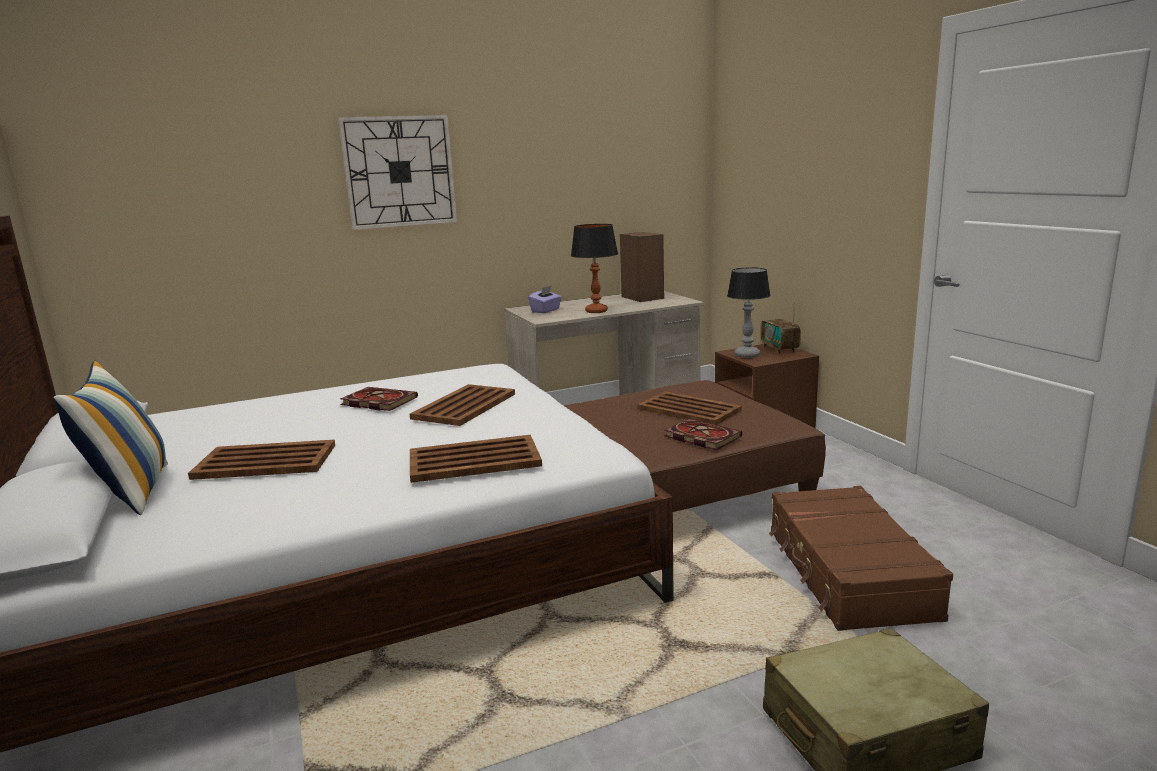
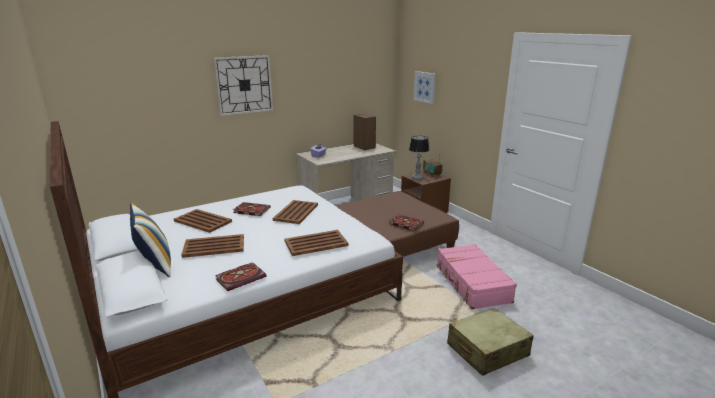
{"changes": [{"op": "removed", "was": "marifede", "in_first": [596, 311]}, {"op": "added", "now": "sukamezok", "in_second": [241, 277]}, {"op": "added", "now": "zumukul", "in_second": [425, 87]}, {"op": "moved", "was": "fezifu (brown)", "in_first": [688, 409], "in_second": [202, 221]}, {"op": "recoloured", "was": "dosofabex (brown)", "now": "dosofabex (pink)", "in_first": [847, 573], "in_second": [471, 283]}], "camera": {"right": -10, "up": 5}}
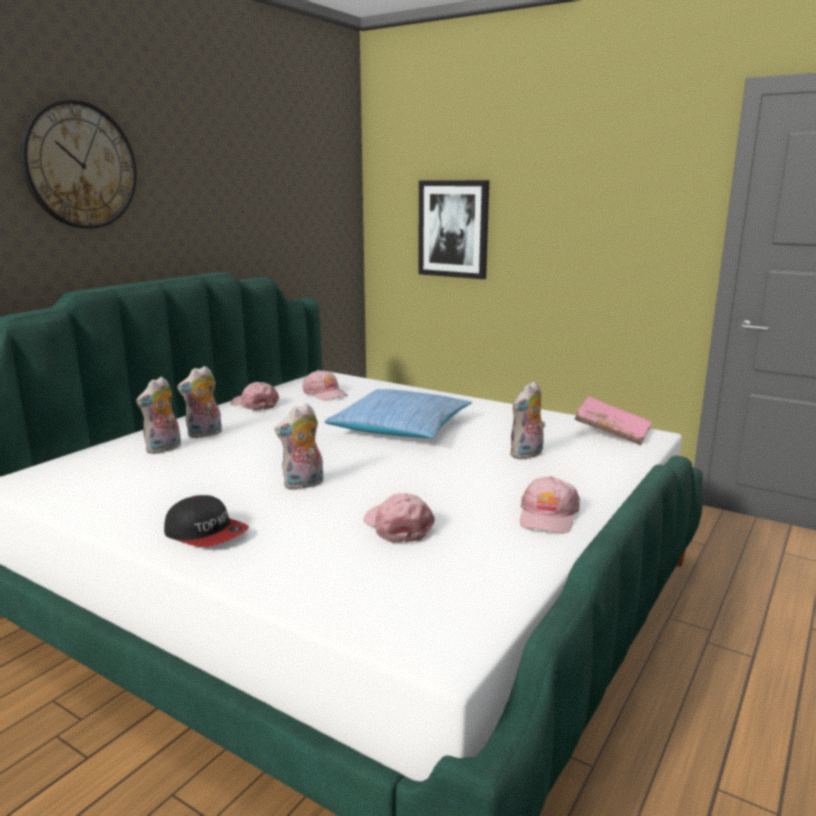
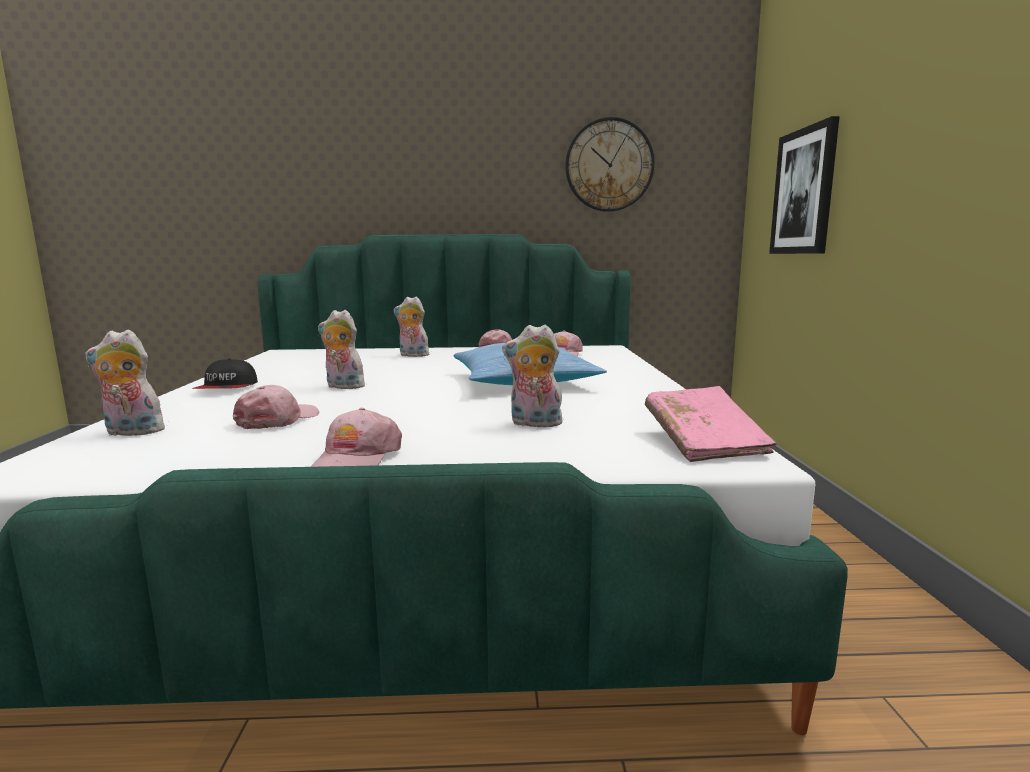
{"changes": [{"op": "moved", "was": "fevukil", "in_first": [80, 166], "in_second": [609, 165]}, {"op": "moved", "was": "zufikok", "in_first": [164, 449], "in_second": [131, 432]}, {"op": "turned", "was": "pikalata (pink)", "in_first": [548, 516], "in_second": [356, 458], "clockwise": -60}], "camera": {"right": 55, "up": -5}}
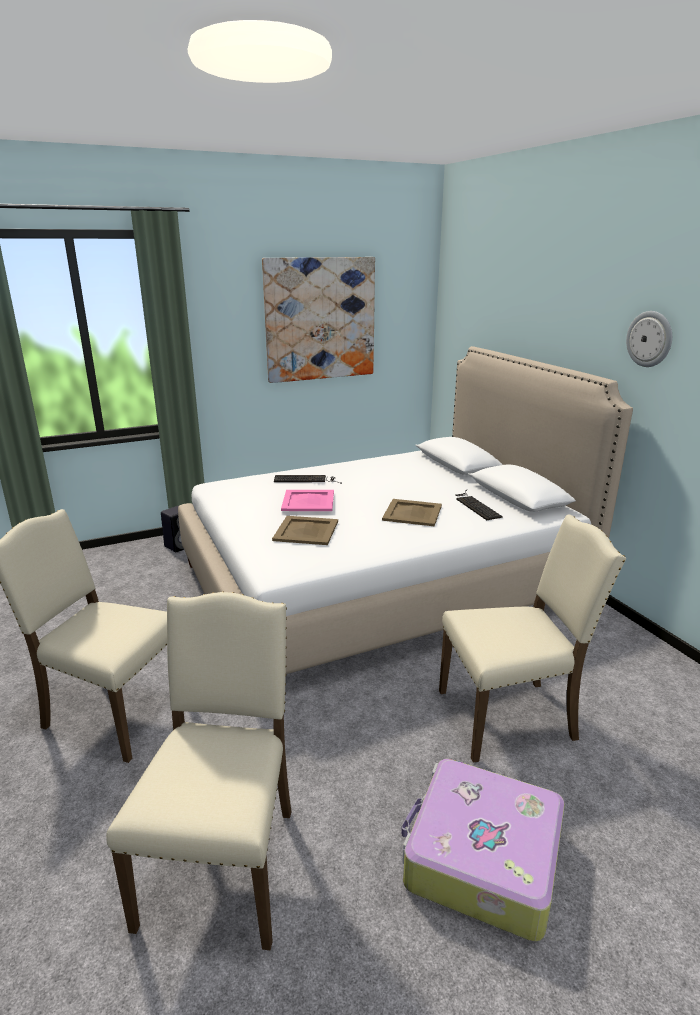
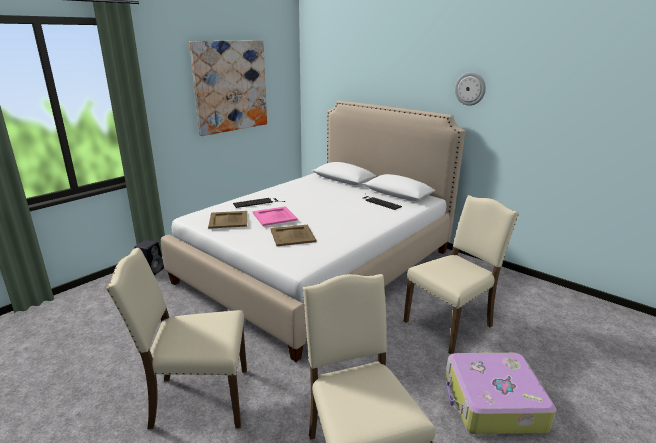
{"changes": [{"op": "moved", "was": "fezifu (beige)", "in_first": [412, 512], "in_second": [228, 220]}], "camera": {"right": -25, "up": 0}}
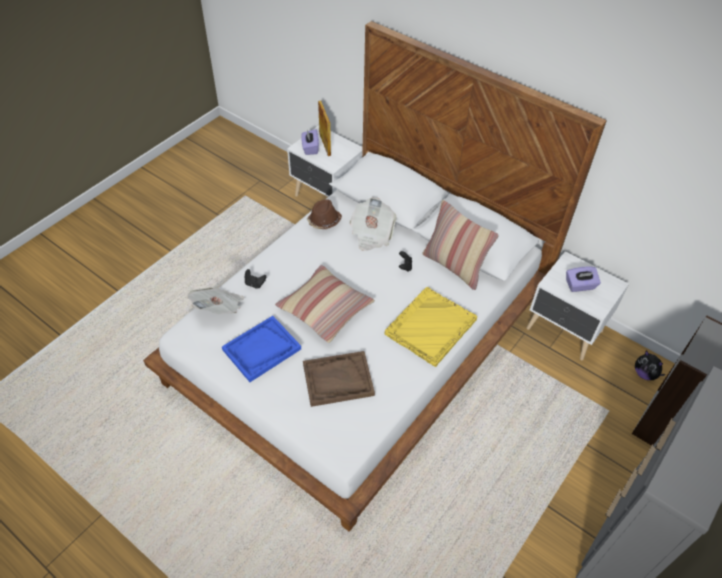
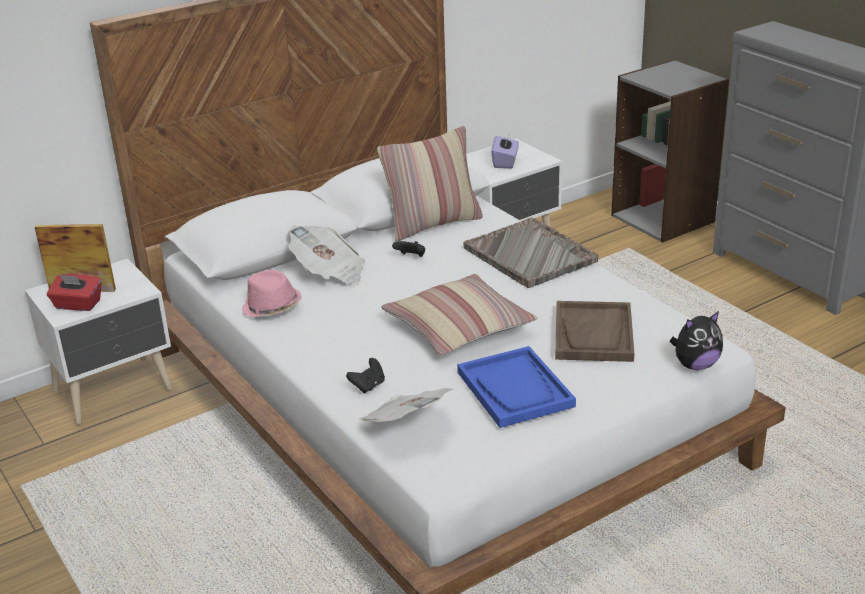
{"changes": [{"op": "moved", "was": "zufikok", "in_first": [644, 374], "in_second": [695, 365]}, {"op": "recoloured", "was": "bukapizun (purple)", "now": "bukapizun (red)", "in_first": [310, 148], "in_second": [77, 305]}, {"op": "recoloured", "was": "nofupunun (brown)", "now": "nofupunun (pink)", "in_first": [324, 221], "in_second": [272, 308]}, {"op": "recoloured", "was": "fezifu (yellow)", "now": "fezifu (grey)", "in_first": [430, 327], "in_second": [530, 255]}], "camera": {"right": -70, "up": -20}}
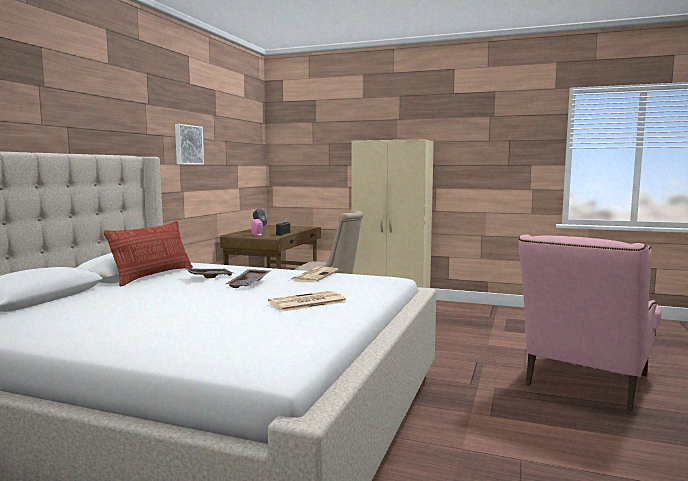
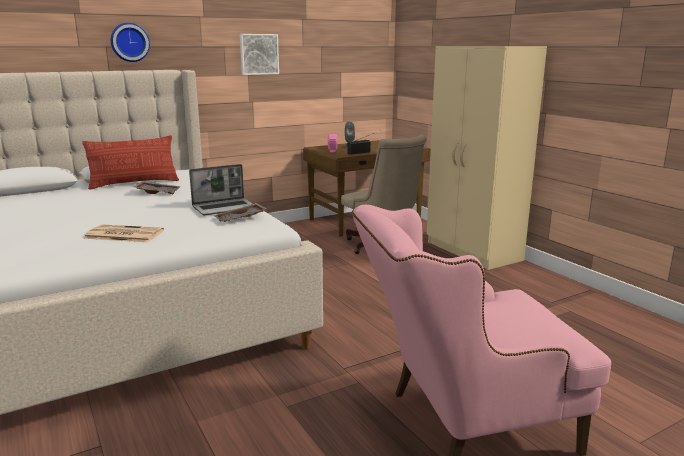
{"changes": [{"op": "added", "now": "fevukil", "in_second": [129, 42]}, {"op": "moved", "was": "fezifu (grey)", "in_first": [249, 284], "in_second": [241, 219]}, {"op": "replaced", "was": "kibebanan", "now": "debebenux", "in_first": [314, 275], "in_second": [225, 208]}], "camera": {"right": 40, "up": 10}}
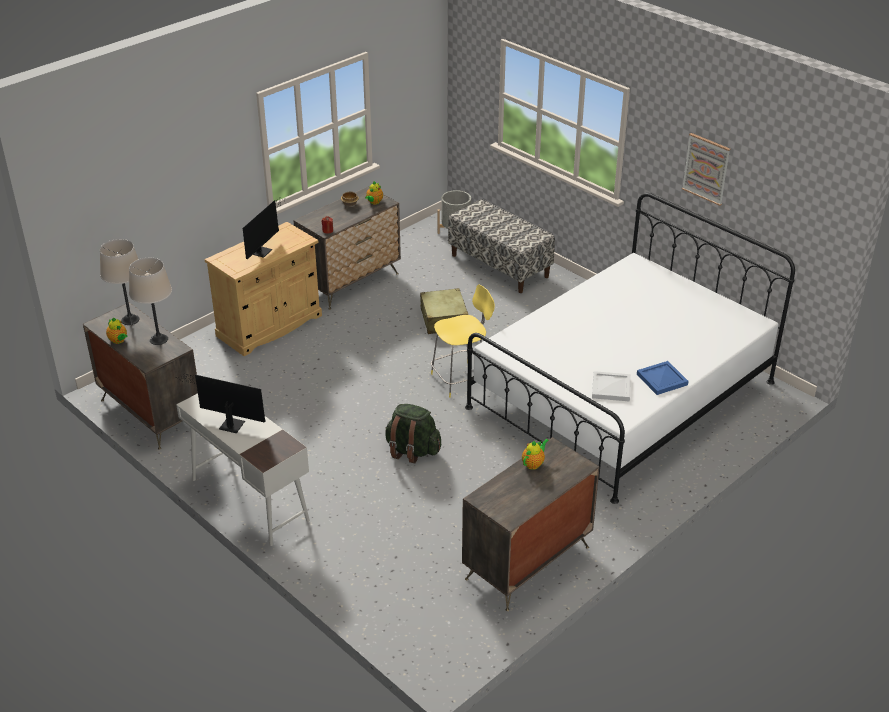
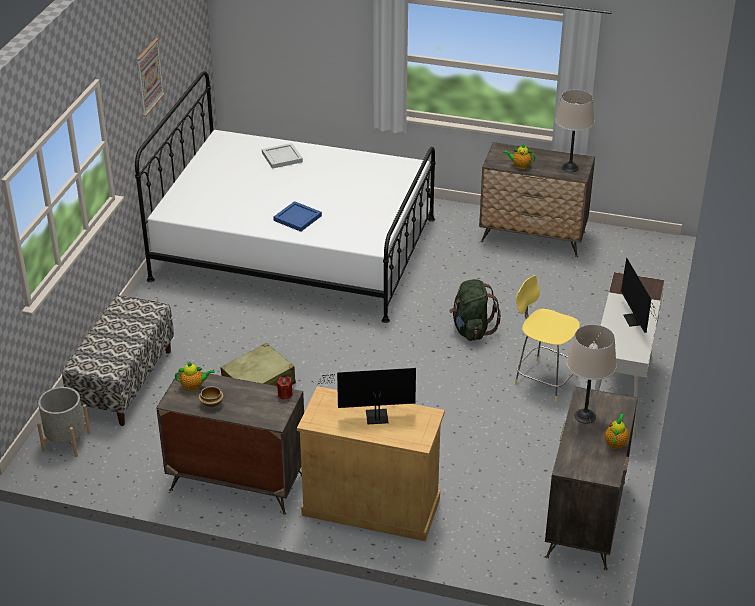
{"changes": [{"op": "moved", "was": "marifede (beige)", "in_first": [130, 320], "in_second": [570, 167]}, {"op": "moved", "was": "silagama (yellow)", "in_first": [461, 379], "in_second": [544, 379]}, {"op": "moved", "was": "fezifu (white)", "in_first": [610, 388], "in_second": [282, 157]}, {"op": "moved", "was": "fezifu (blue)", "in_first": [661, 379], "in_second": [297, 218]}], "camera": {"right": -120, "up": 0}}
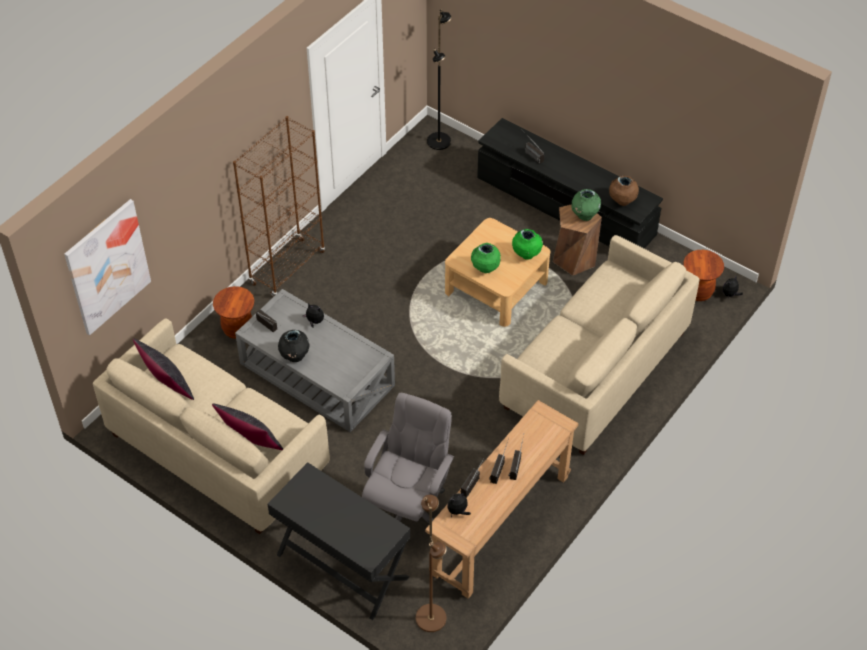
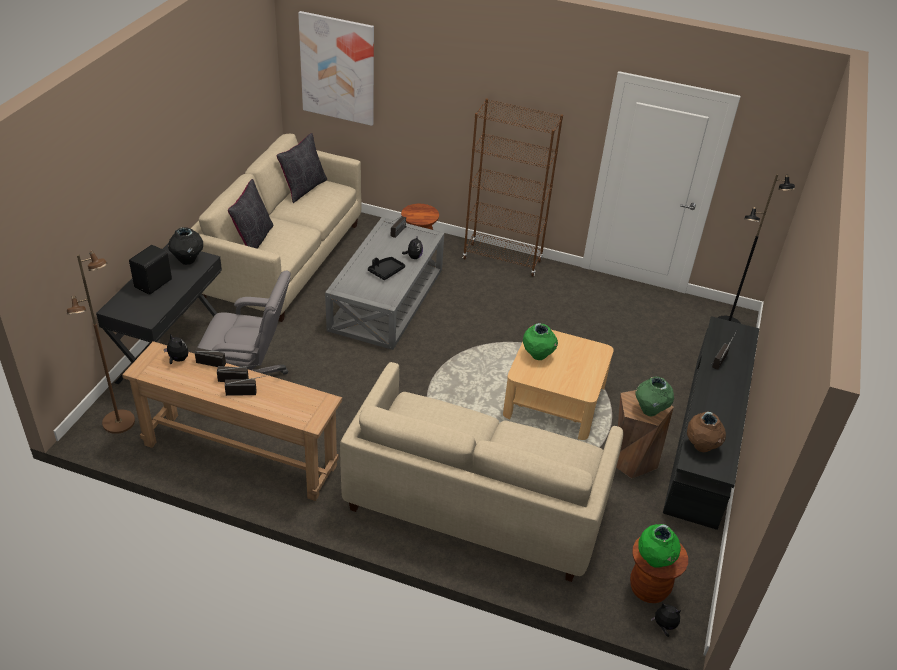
{"changes": [{"op": "added", "now": "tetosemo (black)", "in_second": [154, 284]}, {"op": "added", "now": "fezifu (black)", "in_second": [386, 271]}, {"op": "moved", "was": "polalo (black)", "in_first": [295, 357], "in_second": [188, 260]}, {"op": "moved", "was": "polalo (green)", "in_first": [526, 255], "in_second": [655, 560]}], "camera": {"right": 70, "up": -10}}
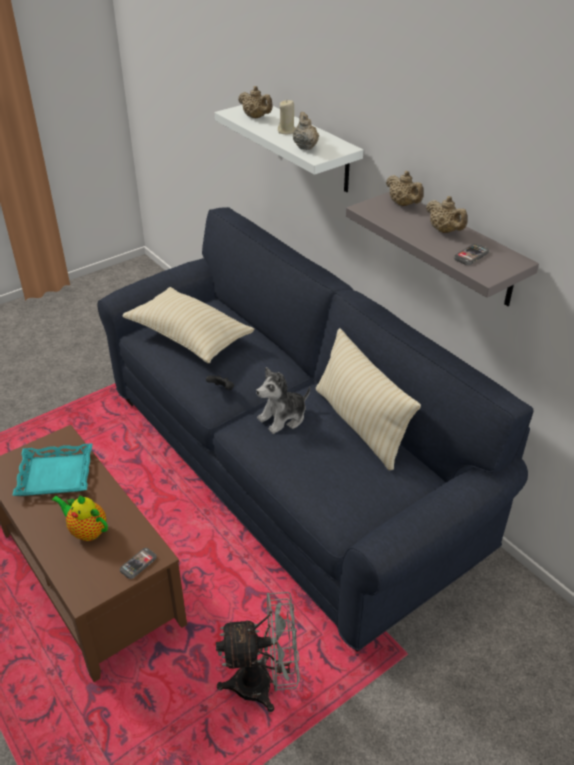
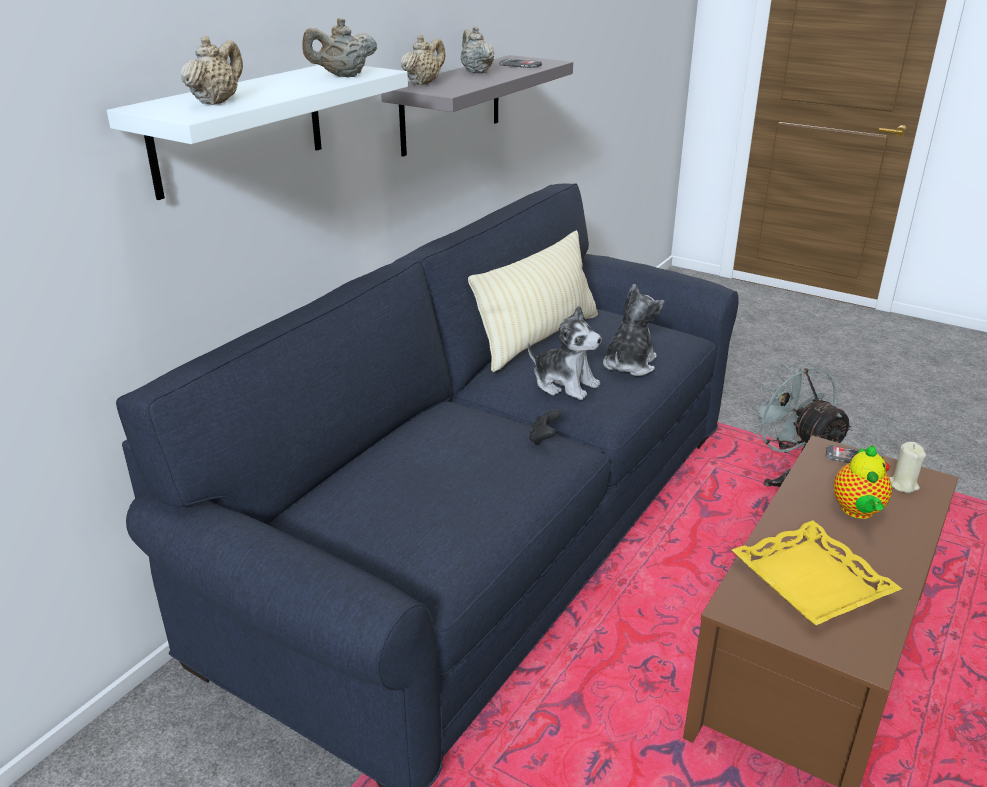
{"changes": [{"op": "removed", "was": "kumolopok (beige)", "in_first": [189, 337]}, {"op": "added", "now": "zufikok", "in_second": [629, 364]}, {"op": "moved", "was": "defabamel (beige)", "in_first": [287, 131], "in_second": [902, 484]}, {"op": "recoloured", "was": "fezifu (turquoise)", "now": "fezifu (yellow)", "in_first": [55, 474], "in_second": [810, 581]}, {"op": "turned", "was": "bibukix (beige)", "in_first": [444, 231], "in_second": [476, 72], "clockwise": -60}], "camera": {"right": -110, "up": -10}}
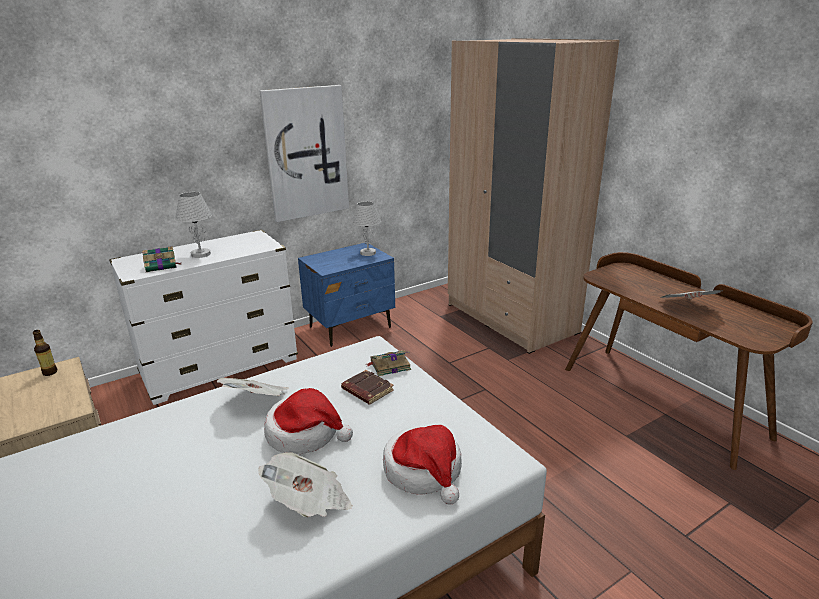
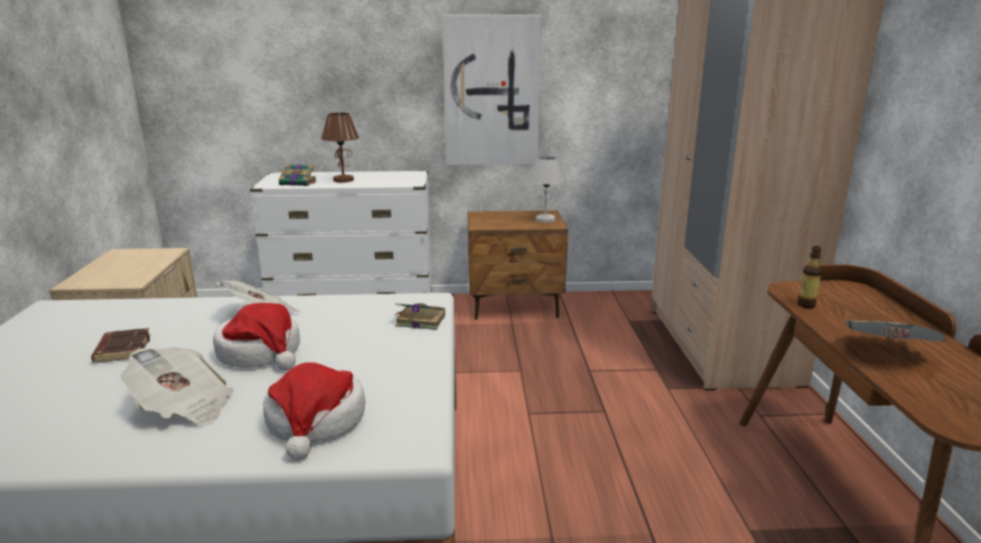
{"changes": [{"op": "moved", "was": "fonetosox", "in_first": [50, 372], "in_second": [806, 305]}, {"op": "moved", "was": "sukamezok (brown)", "in_first": [366, 390], "in_second": [122, 349]}, {"op": "recoloured", "was": "marifede (white)", "now": "marifede (brown)", "in_first": [200, 254], "in_second": [343, 180]}, {"op": "recoloured", "was": "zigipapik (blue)", "now": "zigipapik (brown)", "in_first": [351, 327], "in_second": [515, 307]}], "camera": {"right": 30, "up": -5}}
